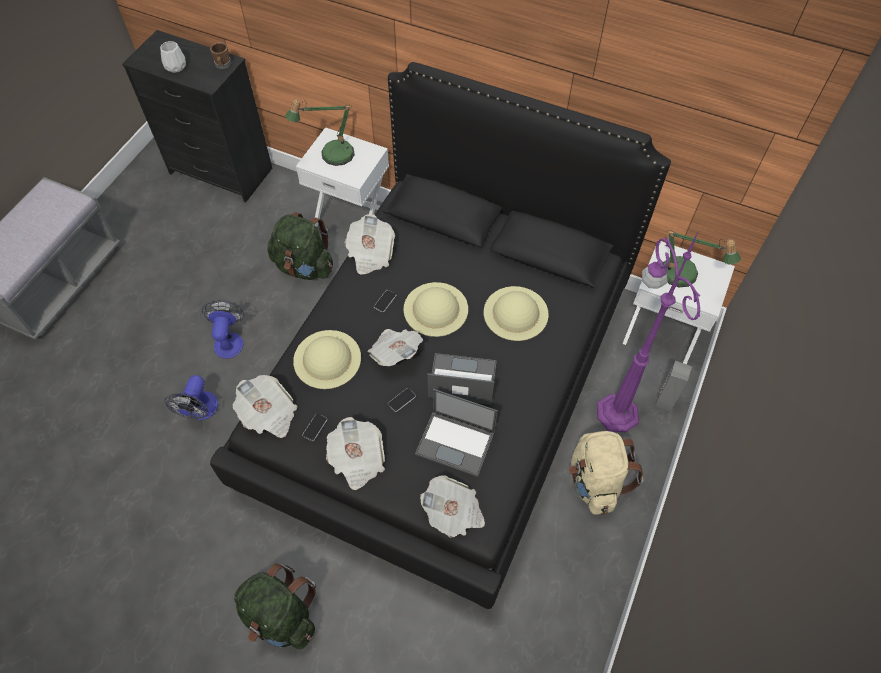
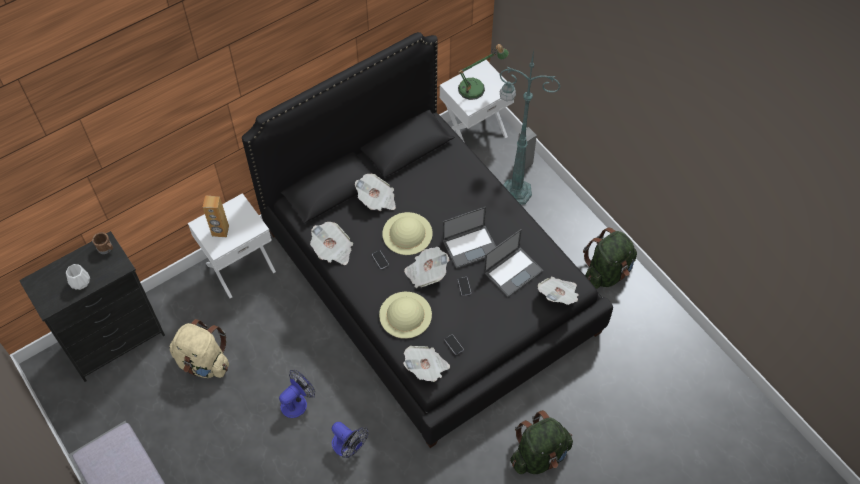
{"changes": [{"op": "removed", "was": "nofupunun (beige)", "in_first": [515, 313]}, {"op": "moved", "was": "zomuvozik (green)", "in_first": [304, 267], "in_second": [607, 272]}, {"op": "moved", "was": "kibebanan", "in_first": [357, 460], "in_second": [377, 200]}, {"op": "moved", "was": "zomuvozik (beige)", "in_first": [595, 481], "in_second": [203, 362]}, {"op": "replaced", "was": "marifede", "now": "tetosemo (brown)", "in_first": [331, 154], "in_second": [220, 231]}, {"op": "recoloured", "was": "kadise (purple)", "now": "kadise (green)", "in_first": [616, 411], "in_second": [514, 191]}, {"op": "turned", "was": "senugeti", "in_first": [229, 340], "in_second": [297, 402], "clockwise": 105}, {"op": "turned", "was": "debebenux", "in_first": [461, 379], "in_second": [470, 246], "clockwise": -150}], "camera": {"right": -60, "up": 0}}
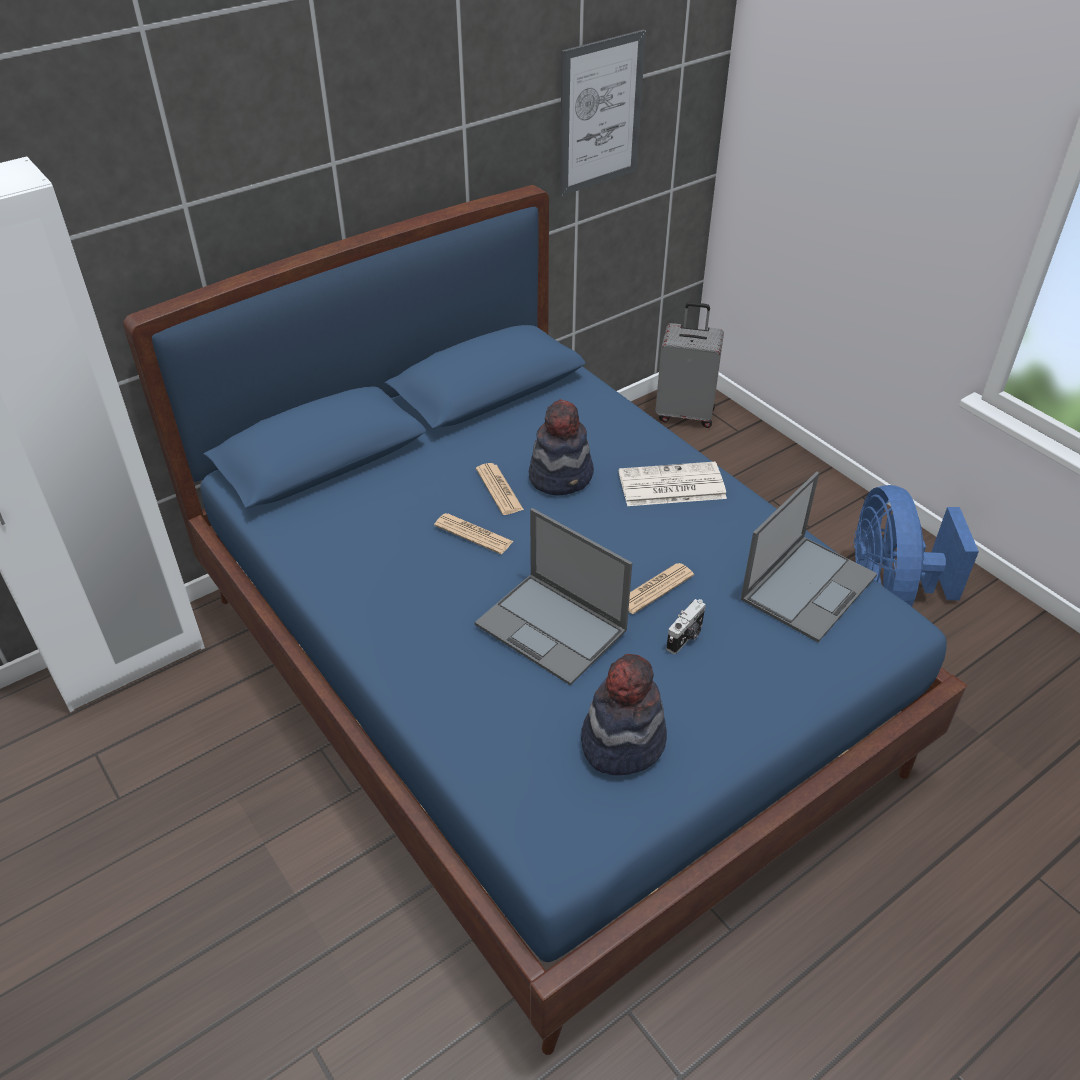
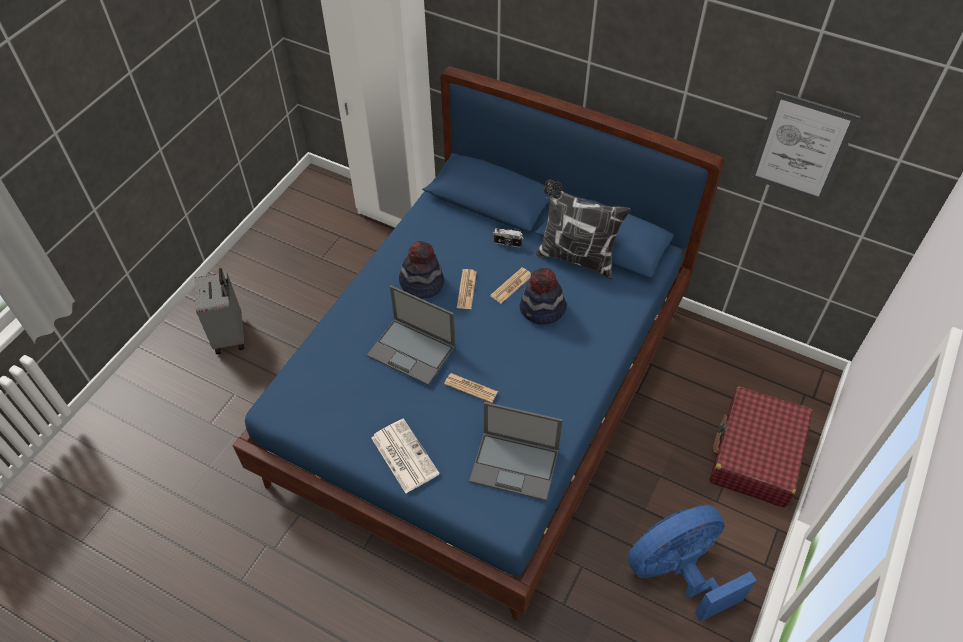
{"changes": [{"op": "added", "now": "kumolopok", "in_second": [576, 257]}, {"op": "added", "now": "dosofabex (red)", "in_second": [756, 454]}, {"op": "moved", "was": "nofupunun", "in_first": [622, 741], "in_second": [422, 283]}, {"op": "moved", "was": "kibebanan", "in_first": [670, 486], "in_second": [403, 455]}, {"op": "moved", "was": "dosofabex (grey)", "in_first": [685, 413], "in_second": [230, 335]}, {"op": "moved", "was": "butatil", "in_first": [686, 637], "in_second": [507, 244]}, {"op": "turned", "was": "debebenux", "in_first": [552, 628], "in_second": [412, 351], "clockwise": -75}], "camera": {"right": 65, "up": 10}}
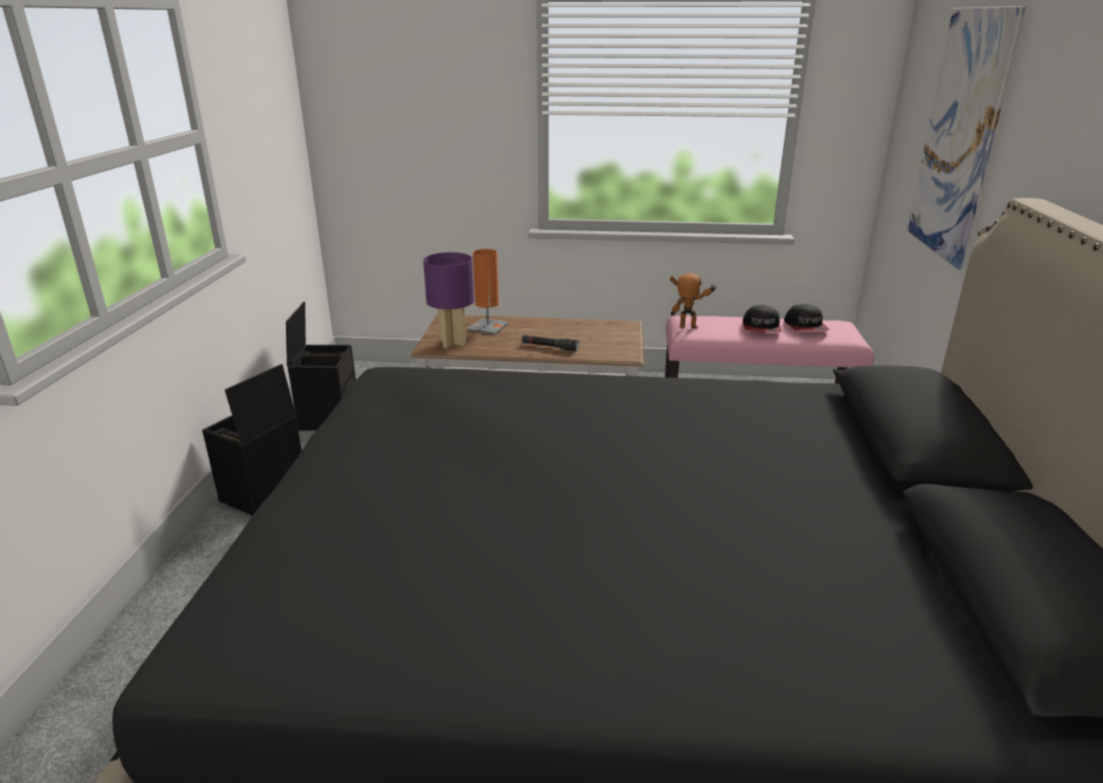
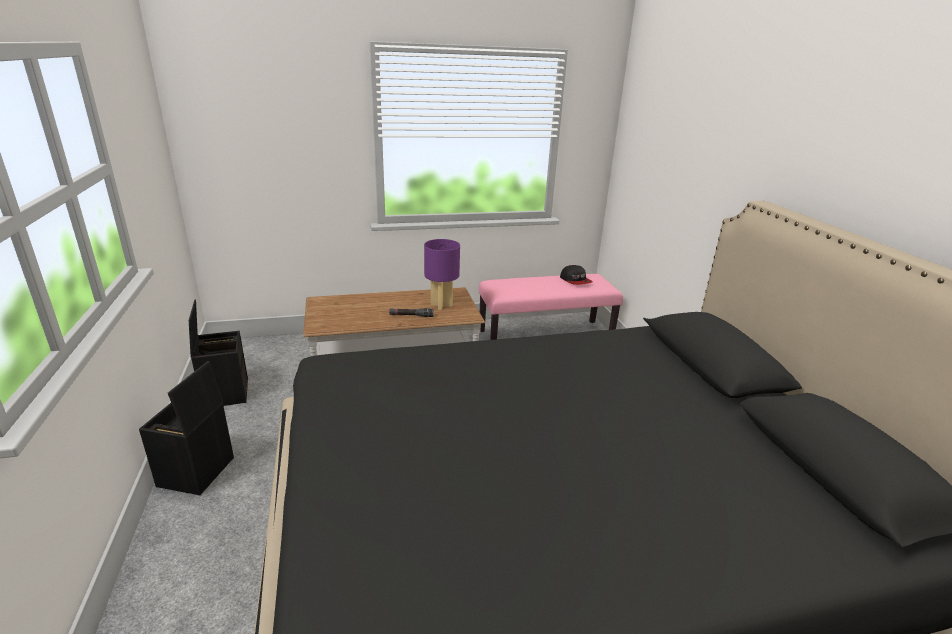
{"changes": [{"op": "removed", "was": "marifede (orange)", "in_first": [487, 327]}, {"op": "removed", "was": "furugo", "in_first": [689, 329]}, {"op": "removed", "was": "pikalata", "in_first": [761, 328]}, {"op": "removed", "was": "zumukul", "in_first": [959, 135]}, {"op": "moved", "was": "marifede (purple)", "in_first": [453, 342], "in_second": [441, 305]}], "camera": {"right": -20, "up": 0}}
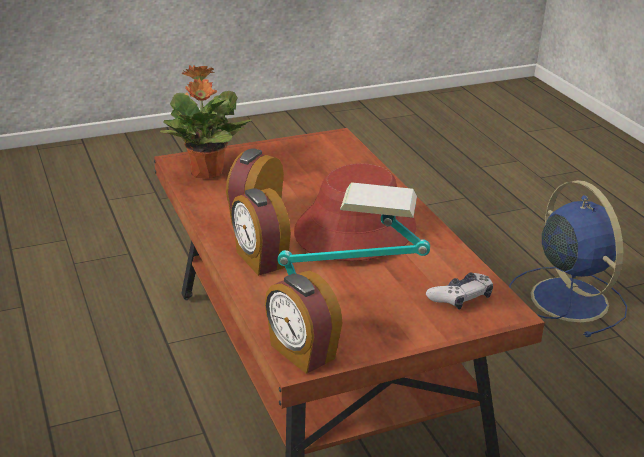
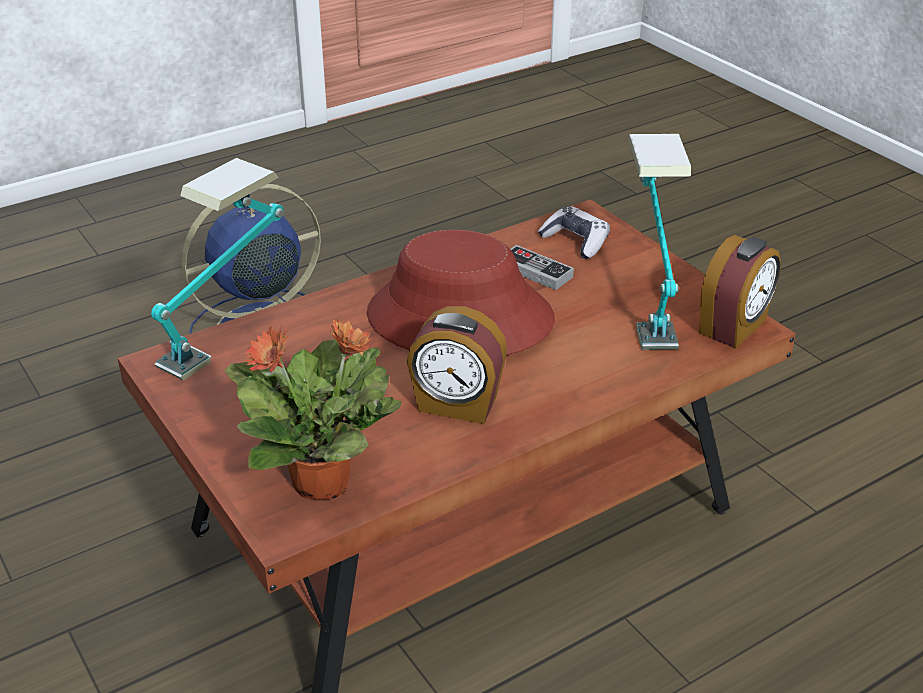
{"changes": [{"op": "removed", "was": "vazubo", "in_first": [260, 260]}, {"op": "added", "now": "marifede", "in_second": [228, 335]}, {"op": "added", "now": "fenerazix", "in_second": [535, 271]}], "camera": {"right": -100, "up": 5}}
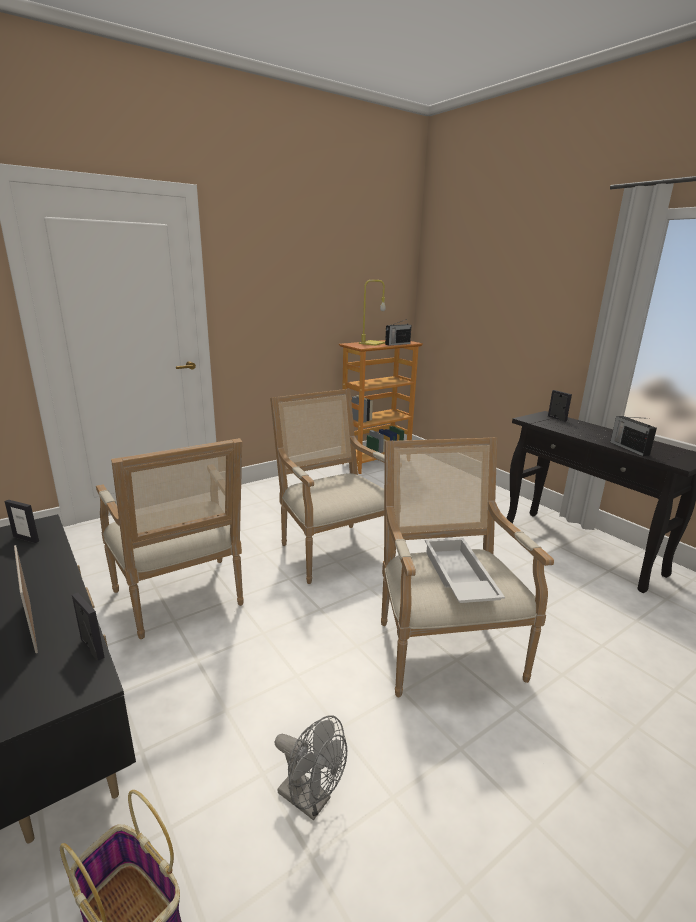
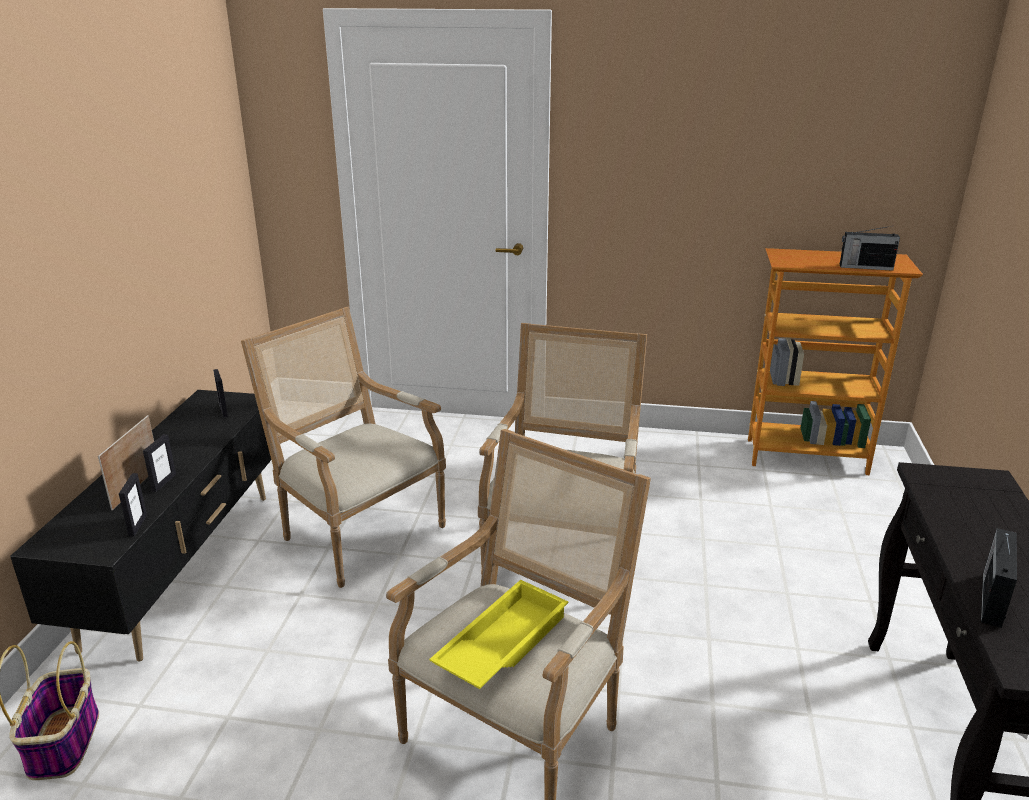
{"changes": [{"op": "removed", "was": "senugeti (grey)", "in_first": [311, 800]}, {"op": "removed", "was": "marifede (yellow)", "in_first": [372, 343]}, {"op": "moved", "was": "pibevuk", "in_first": [557, 418], "in_second": [163, 482]}, {"op": "recoloured", "was": "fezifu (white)", "now": "fezifu (yellow)", "in_first": [457, 577], "in_second": [501, 643]}, {"op": "turned", "was": "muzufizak", "in_first": [183, 601], "in_second": [357, 532], "clockwise": 120}], "camera": {"right": 45, "up": 5}}
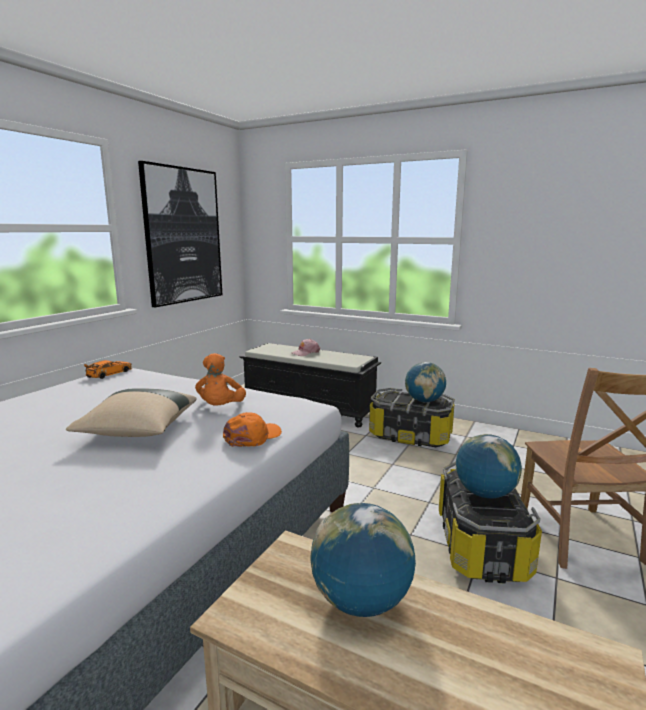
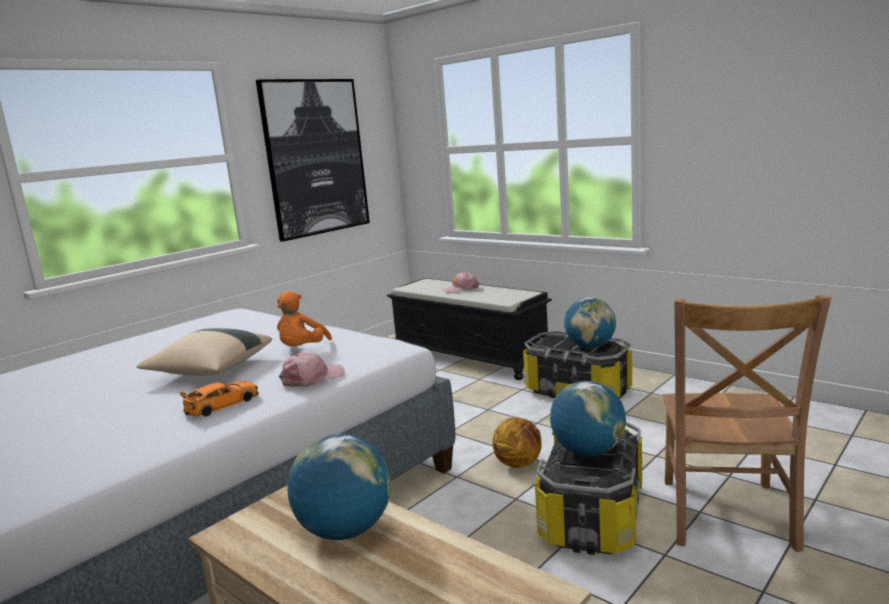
{"changes": [{"op": "added", "now": "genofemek", "in_second": [519, 463]}, {"op": "moved", "was": "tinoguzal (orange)", "in_first": [109, 373], "in_second": [222, 405]}, {"op": "recoloured", "was": "pikalata (orange)", "now": "pikalata (pink)", "in_first": [252, 437], "in_second": [312, 378]}], "camera": {"right": 15, "up": 0}}
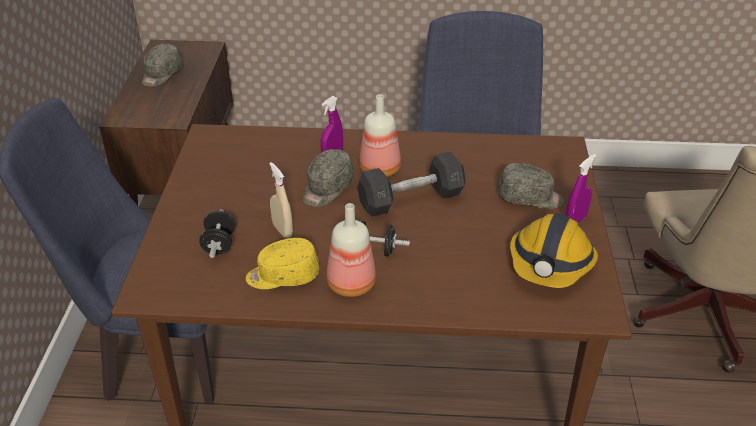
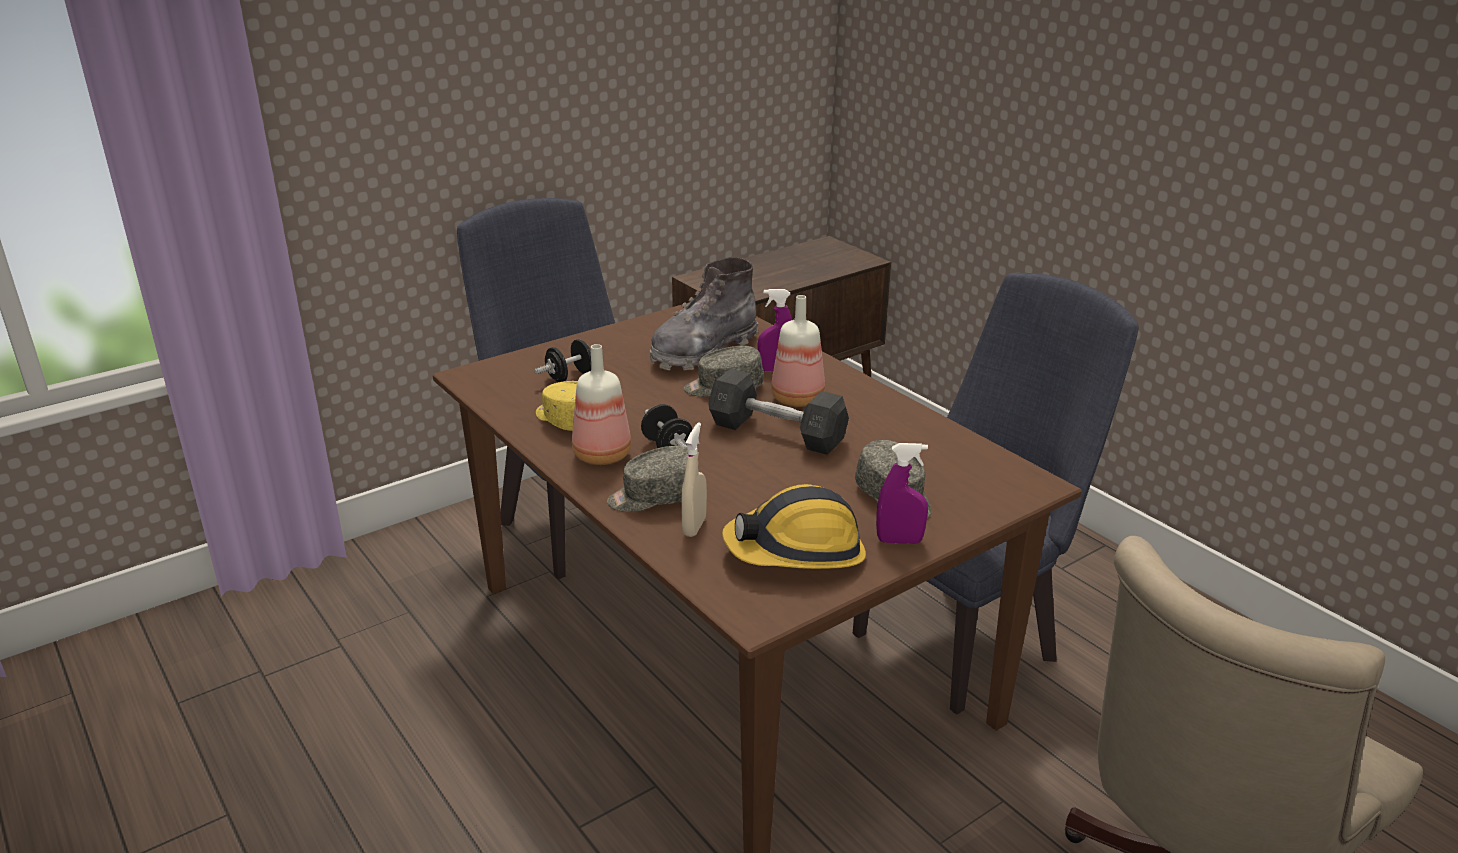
{"changes": [{"op": "added", "now": "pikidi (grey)", "in_second": [703, 351]}, {"op": "moved", "was": "pikalata (grey)", "in_first": [161, 74], "in_second": [654, 497]}, {"op": "moved", "was": "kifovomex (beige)", "in_first": [282, 230], "in_second": [694, 526]}], "camera": {"right": 50, "up": -10}}
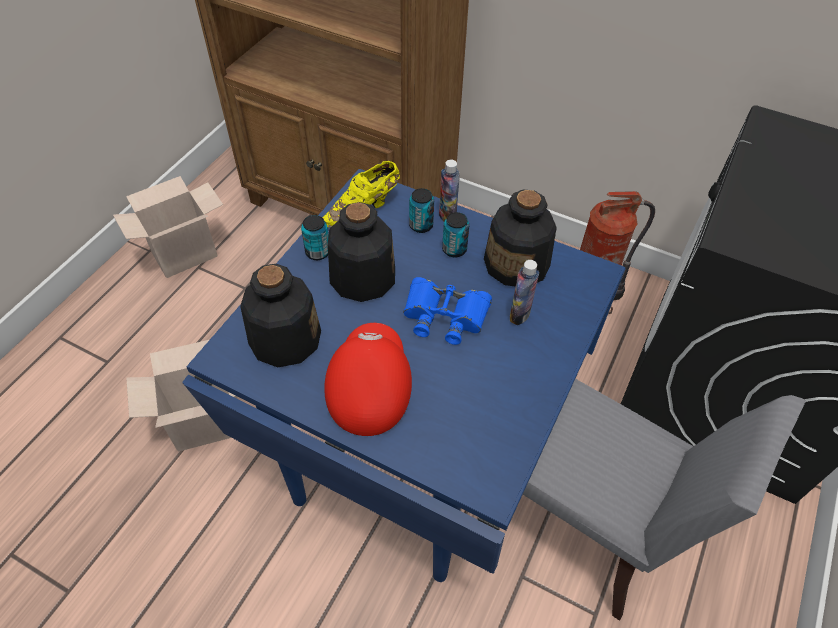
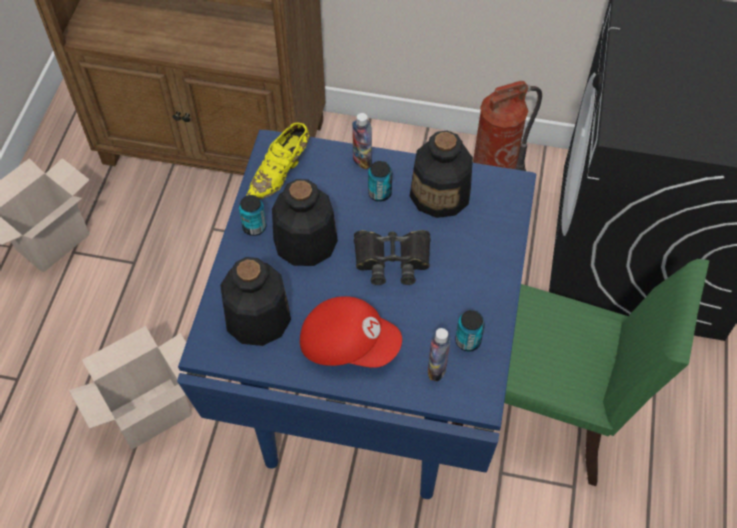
{"changes": [{"op": "moved", "was": "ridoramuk", "in_first": [421, 225], "in_second": [468, 341]}, {"op": "moved", "was": "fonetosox", "in_first": [519, 314], "in_second": [437, 369]}, {"op": "recoloured", "was": "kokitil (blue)", "now": "kokitil (black)", "in_first": [445, 315], "in_second": [392, 259]}, {"op": "recoloured", "was": "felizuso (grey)", "now": "felizuso (green)", "in_first": [590, 523], "in_second": [549, 408]}, {"op": "turned", "was": "pikalata (red)", "in_first": [368, 388], "in_second": [348, 343], "clockwise": 120}], "camera": {"right": -15, "up": 5}}
